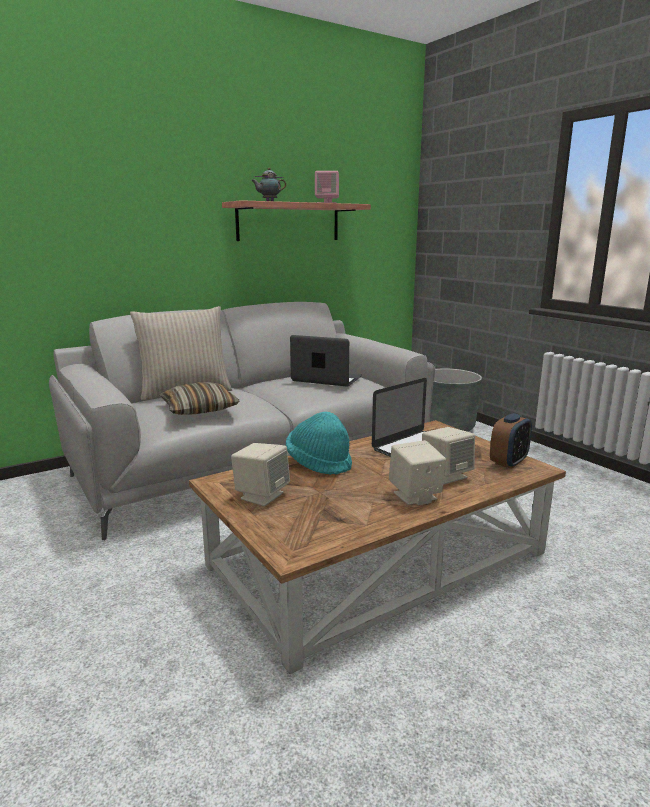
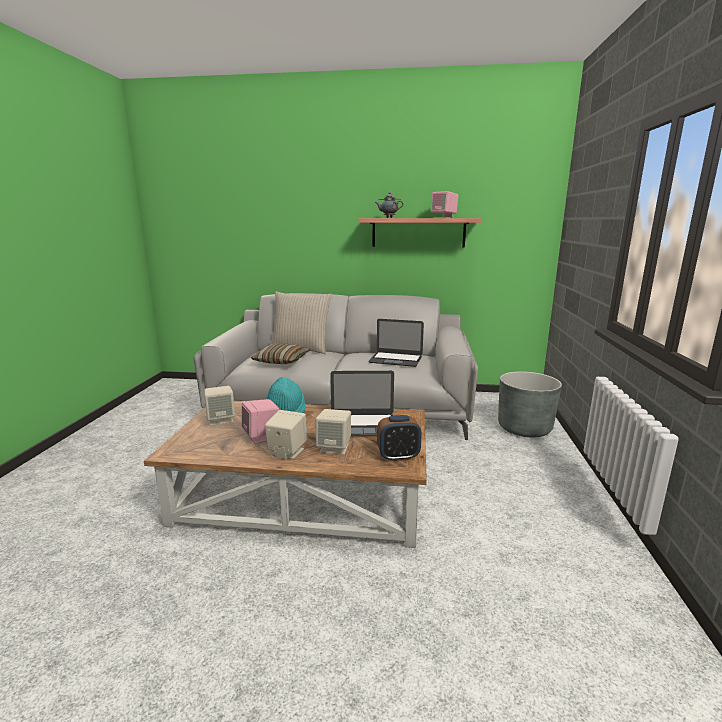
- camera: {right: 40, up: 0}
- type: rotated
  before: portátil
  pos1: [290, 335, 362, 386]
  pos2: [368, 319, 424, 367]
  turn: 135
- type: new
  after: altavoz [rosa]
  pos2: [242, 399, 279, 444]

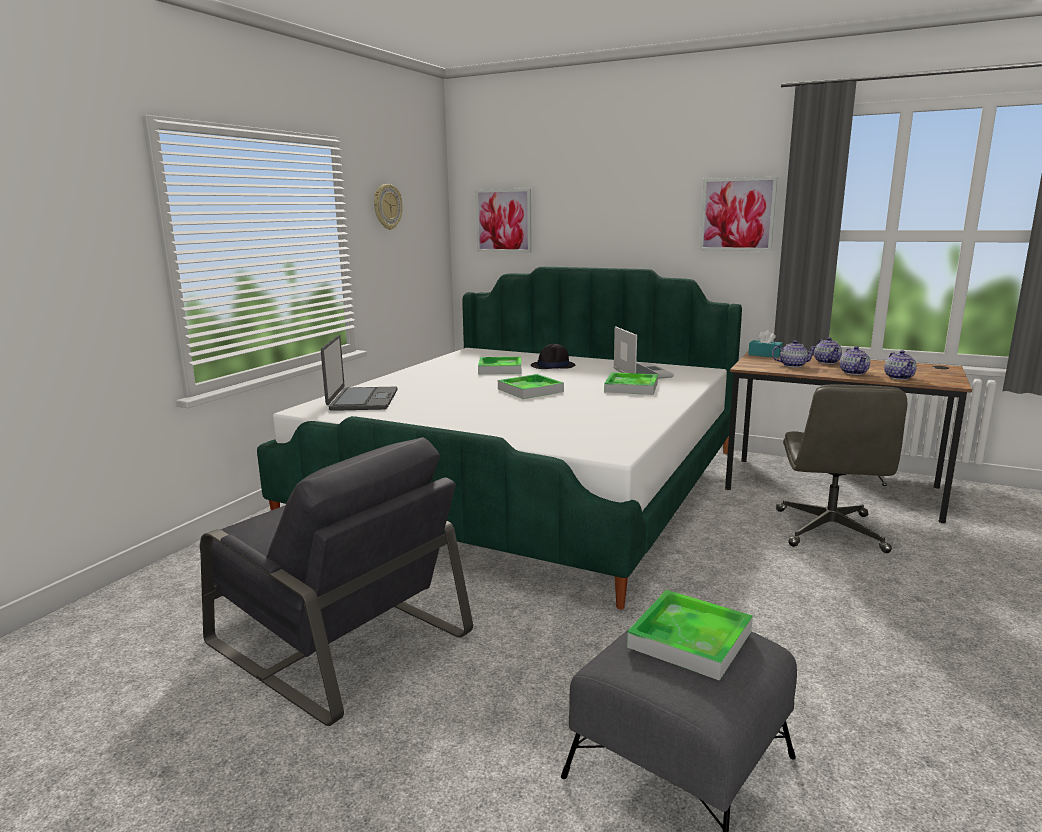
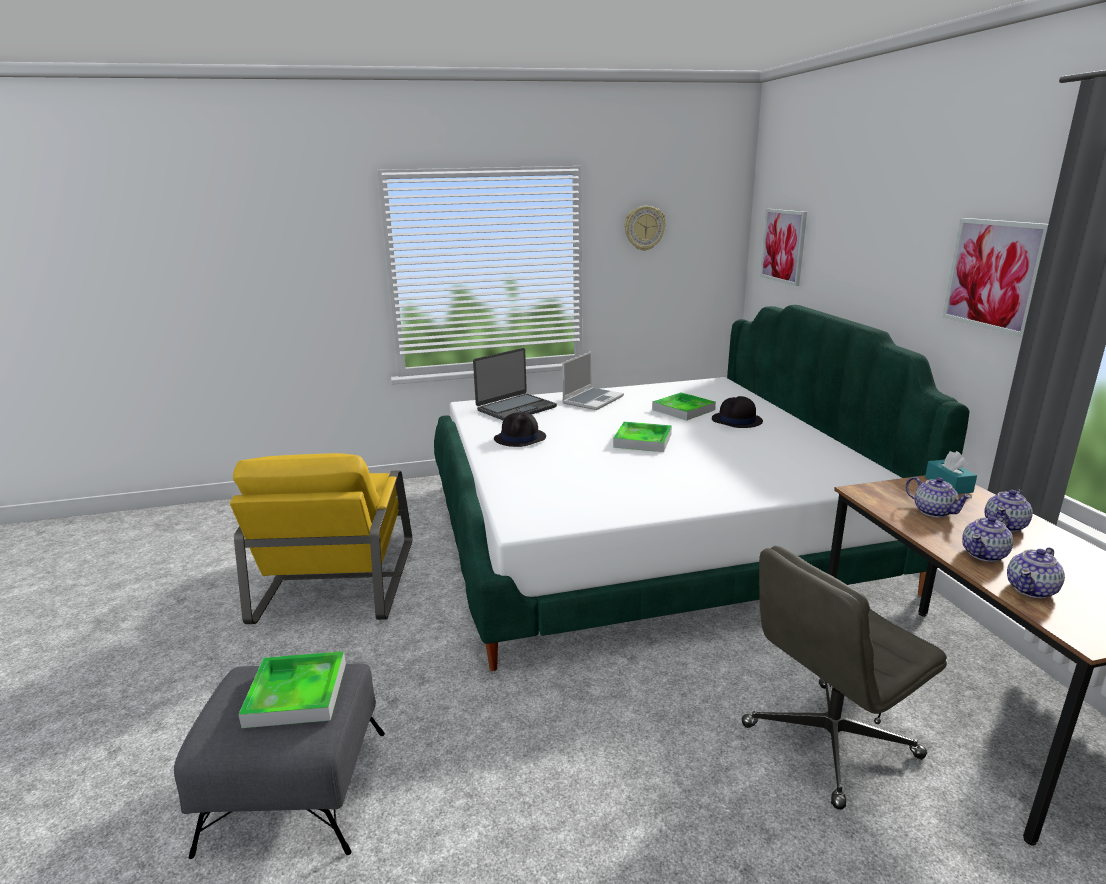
- camera: {right: 50, up: 5}
- type: shifted
  before: portátil
  pos1: [613, 326, 674, 379]
  pos2: [562, 351, 624, 410]
- type: gone
  before: bandeja
  pos1: [604, 372, 658, 395]
- type: repainted
  before: sillón [gris]
  after: sillón [amarillo]
  pos1: [200, 438, 473, 726]
  pos2: [230, 453, 412, 624]
- type: new
  after: sombrero [negro]
  pos2: [494, 412, 546, 447]

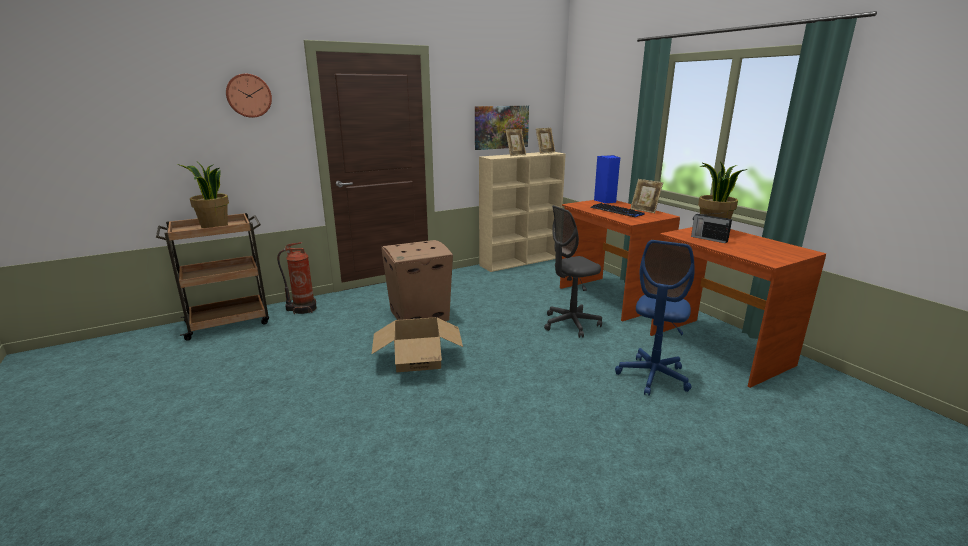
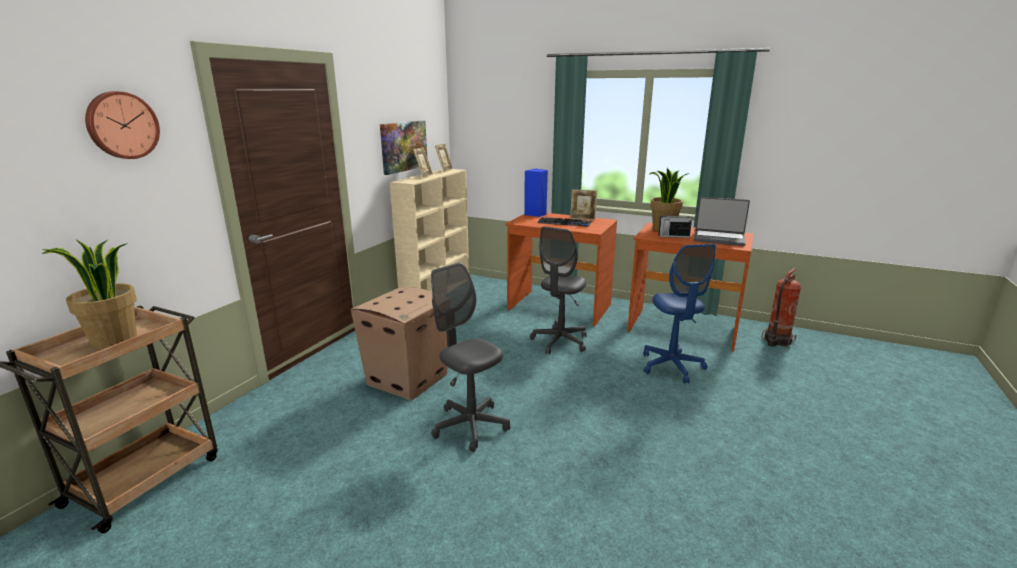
- camera: {right: -35, up: 0}
- type: shifted
  before: extintor
  pos1: [277, 242, 317, 314]
  pos2: [762, 268, 801, 347]
- type: swapped
  before: caja de cartón
  after: silla de oficina [gris]
  pos1: [372, 317, 463, 372]
  pos2: [431, 263, 510, 452]
- type: new
  after: portátil
  pos2: [694, 197, 750, 246]

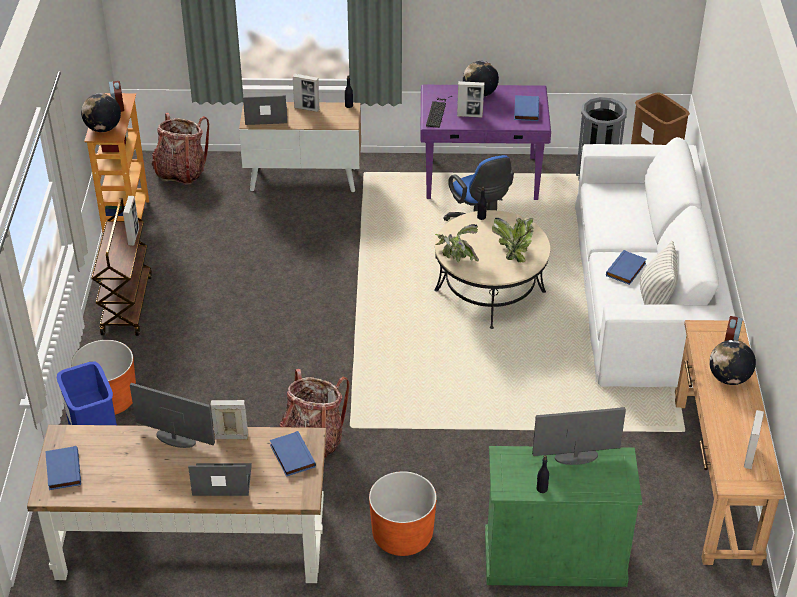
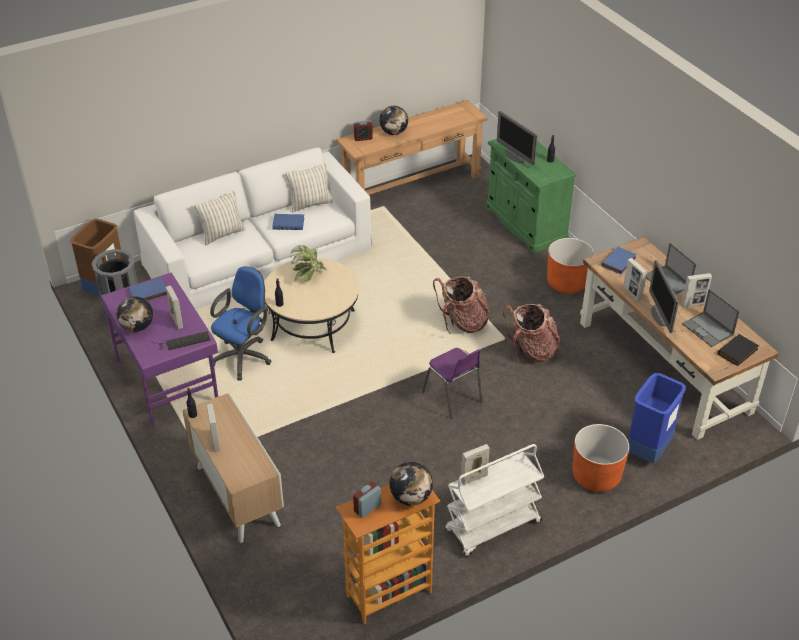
- camera: {right: -120, up: 0}
- type: shifted
  before: portátil
  pos1: [243, 95, 287, 125]
  pos2: [682, 289, 740, 347]
- type: shifted
  before: mochila
  pos1: [152, 113, 209, 185]
  pos2: [433, 276, 489, 334]
- type: repainted
  before: carrito [marrón]
  after: carrito [blanco]
  pos1: [91, 198, 152, 336]
  pos2: [445, 444, 544, 557]
- type: gone
  before: planta en maceta
  pos1: [435, 224, 479, 263]
- type: shifted
  before: portarretratos
  pos1: [744, 410, 764, 469]
  pos2: [681, 273, 712, 307]
- type: repainted
  before: libro [azul]
  after: libro [negro]
  pos1: [45, 446, 81, 490]
  pos2: [718, 334, 759, 366]
- type: new
  after: cojín
  pos2: [195, 191, 245, 245]
- type: new
  after: silla [morado]
  pos2: [422, 348, 482, 419]

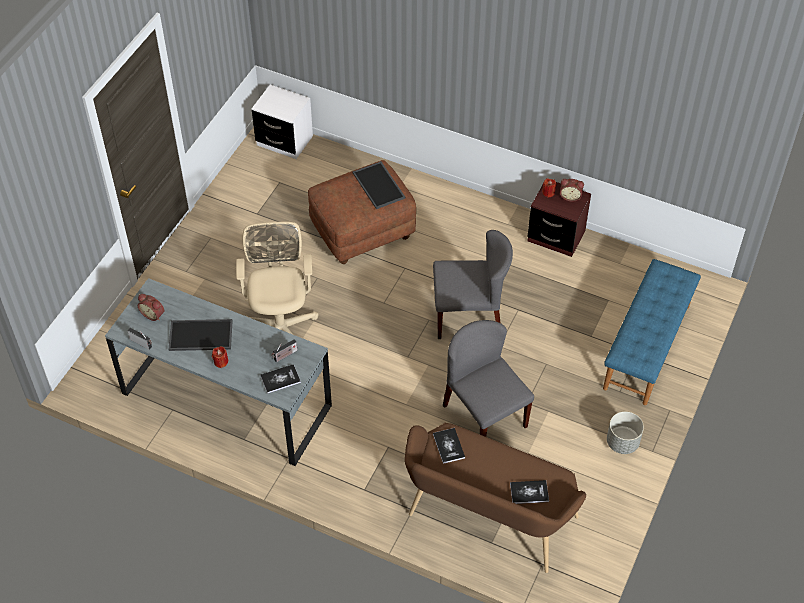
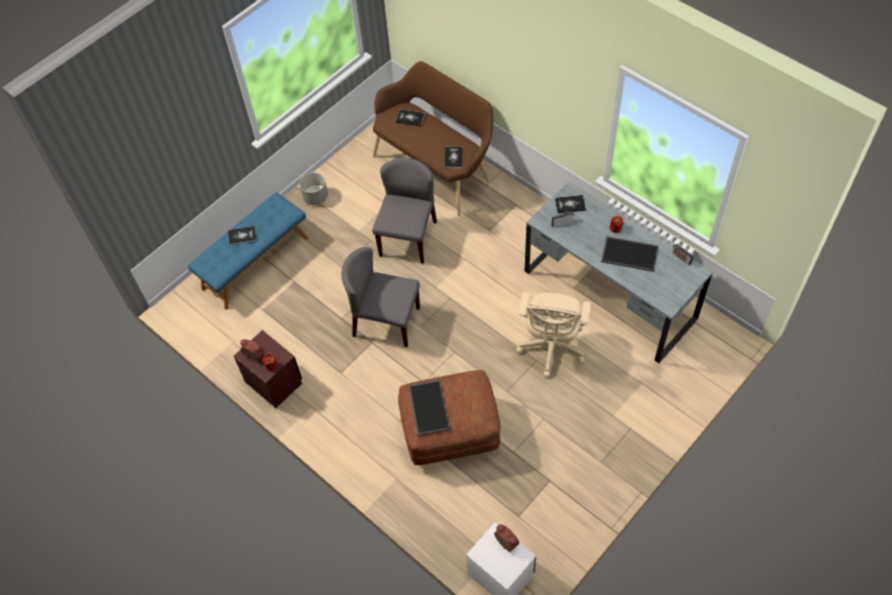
- camera: {right: -160, up: 5}
- type: shifted
  before: despertador
  pos1: [138, 294, 164, 321]
  pos2: [494, 524, 519, 552]
- type: rotated
  before: silla [gris]
  pos1: [443, 320, 534, 437]
  pos2: [372, 158, 437, 264]
  turn: -150
- type: new
  after: libro
  pos2: [228, 226, 257, 246]

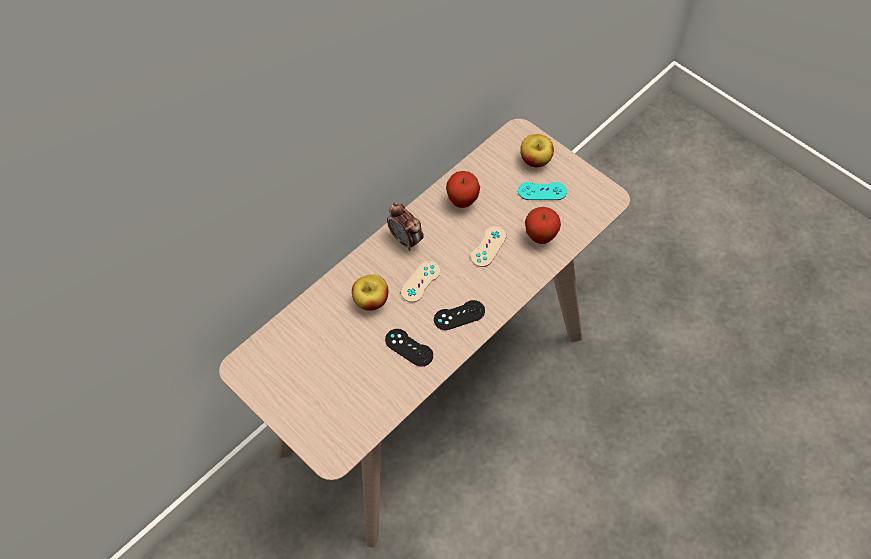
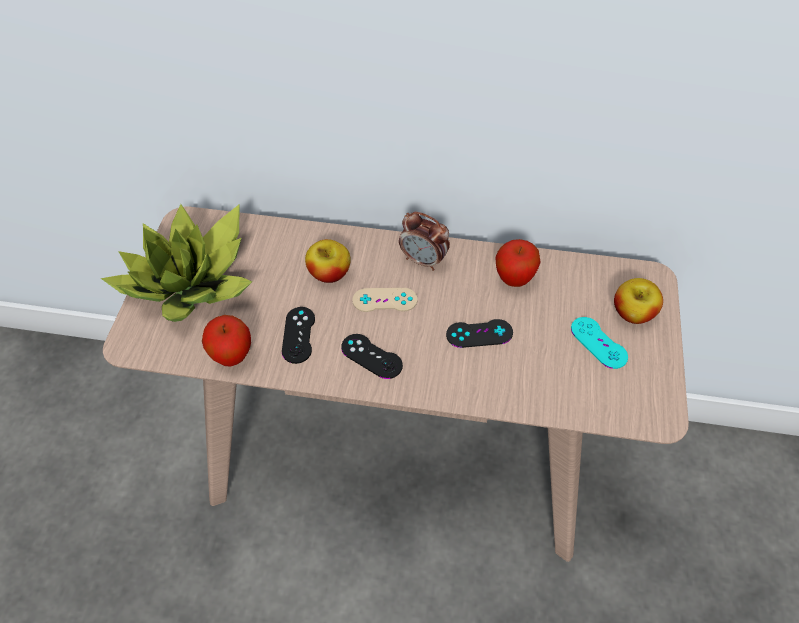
- camera: {right: 55, up: -5}
- type: rotated
  before: despertador
  pos1: [387, 203, 424, 251]
  pos2: [399, 212, 450, 271]
  turn: -75
- type: shifted
  before: manzana
  pos1: [525, 207, 561, 244]
  pos2: [202, 315, 251, 366]
- type: repainted
  before: mando de consola [beis]
  after: mando de consola [negro]
  pos1: [471, 226, 506, 267]
  pos2: [446, 319, 513, 348]
- type: new
  after: planta en maceta
  pos2: [101, 204, 252, 322]

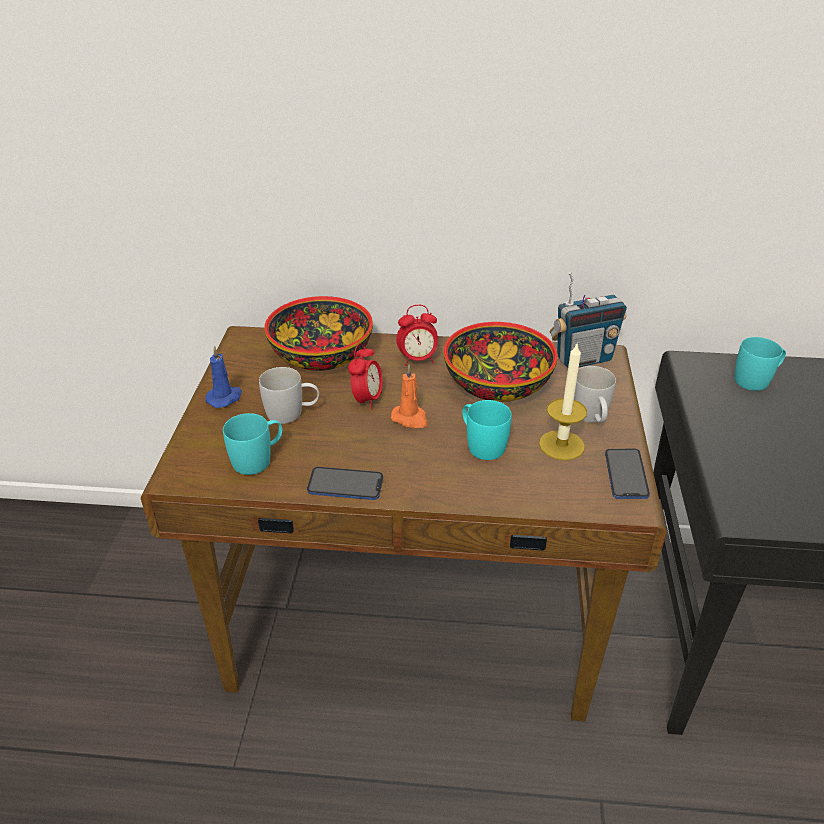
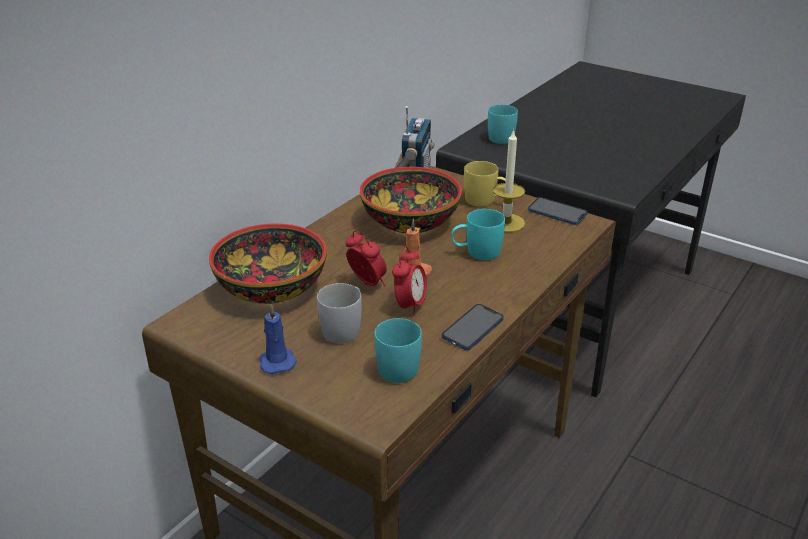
- camera: {right: -60, up: -5}
- type: shifted
  before: despertador
  pos1: [396, 305, 438, 366]
  pos2: [392, 246, 427, 316]
- type: repainted
  before: taza grande [blanco]
  after: taza grande [amarillo]
  pos1: [574, 366, 616, 423]
  pos2: [464, 161, 506, 207]

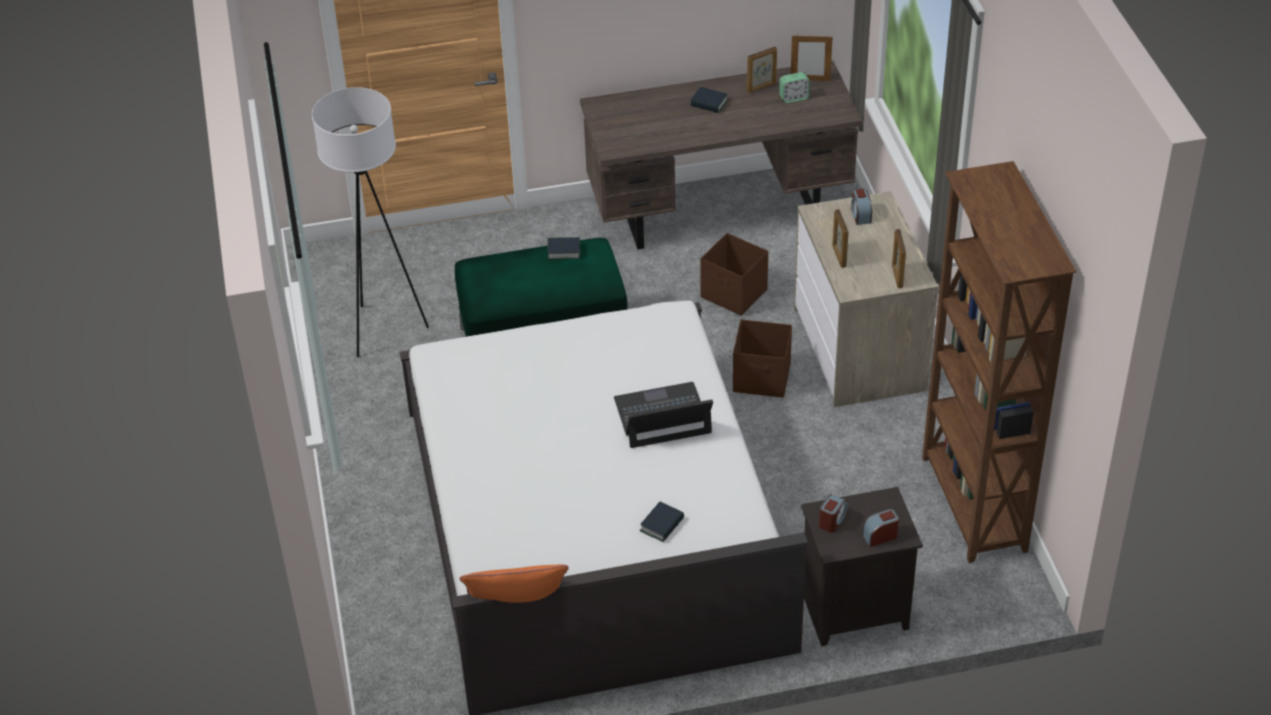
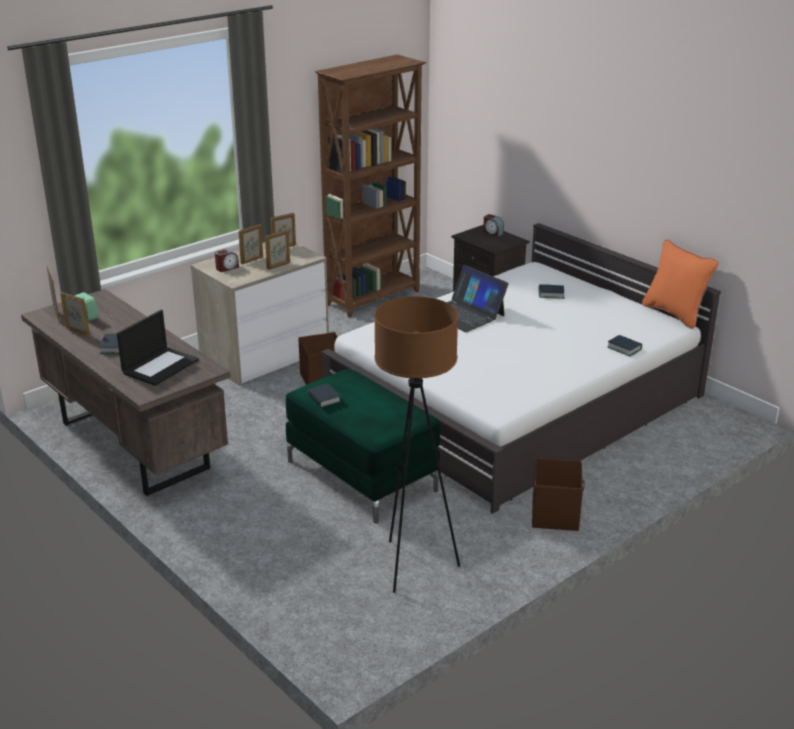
- camera: {right: -120, up: -15}
- type: repainted
  before: lámpara de pie [blanco]
  after: lámpara de pie [marrón]
  pos1: [312, 87, 429, 357]
  pos2: [374, 296, 460, 593]
- type: shifted
  before: caja de almacenaje [marrón]
  pos1: [700, 233, 768, 316]
  pos2: [532, 458, 585, 531]
- type: gone
  before: despertador
  pos1: [819, 494, 848, 533]
- type: new
  after: portarretratos
  pos2: [239, 224, 263, 264]
- type: new
  after: portátil
  pos2: [117, 310, 199, 386]
- type: new
  after: libro
  pos2: [607, 335, 642, 356]

